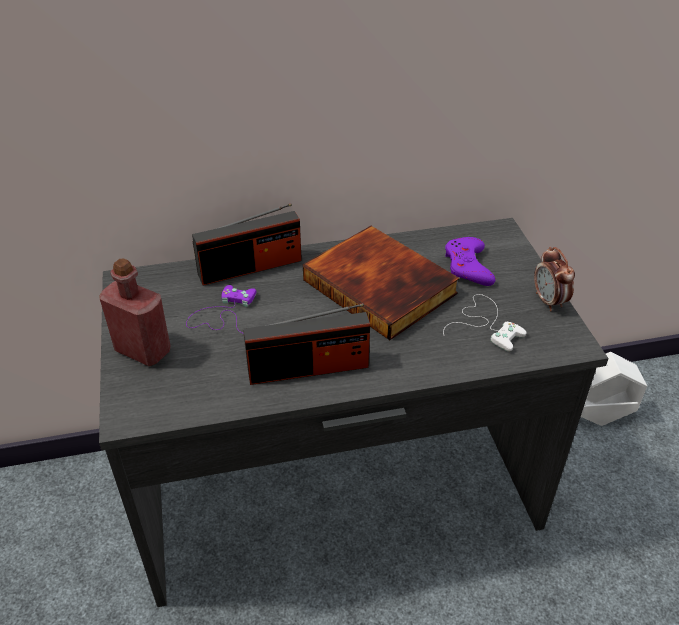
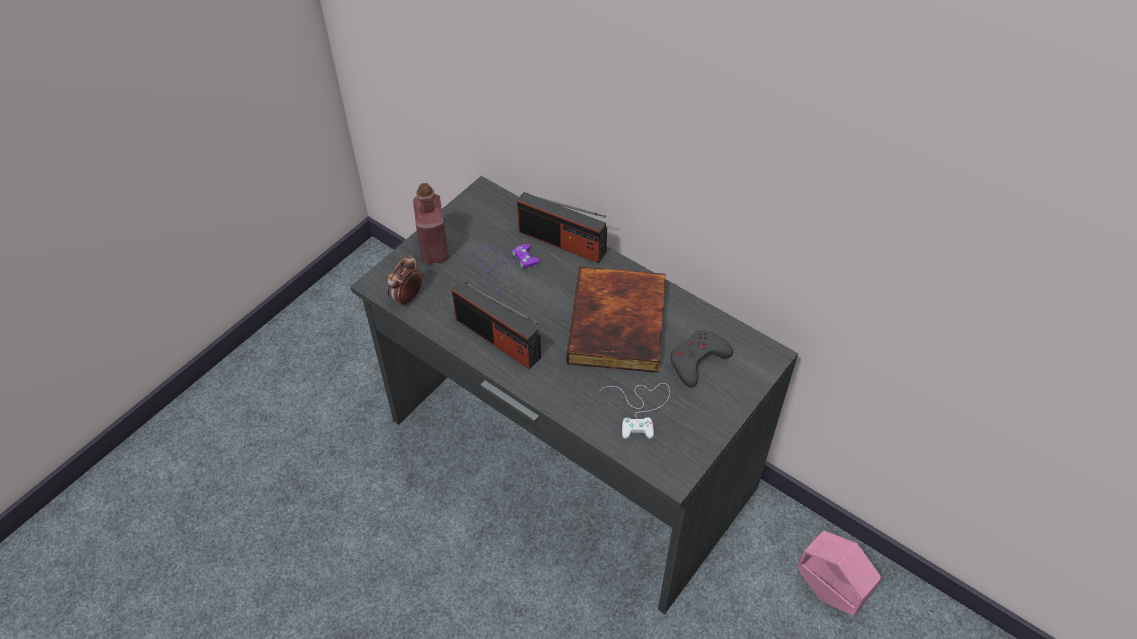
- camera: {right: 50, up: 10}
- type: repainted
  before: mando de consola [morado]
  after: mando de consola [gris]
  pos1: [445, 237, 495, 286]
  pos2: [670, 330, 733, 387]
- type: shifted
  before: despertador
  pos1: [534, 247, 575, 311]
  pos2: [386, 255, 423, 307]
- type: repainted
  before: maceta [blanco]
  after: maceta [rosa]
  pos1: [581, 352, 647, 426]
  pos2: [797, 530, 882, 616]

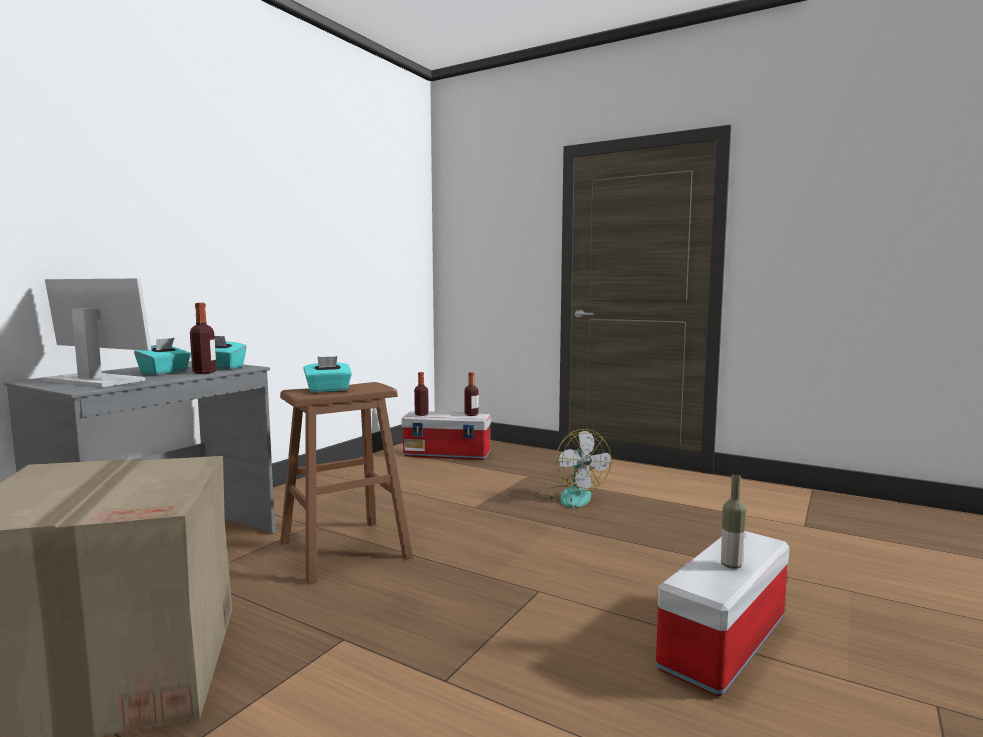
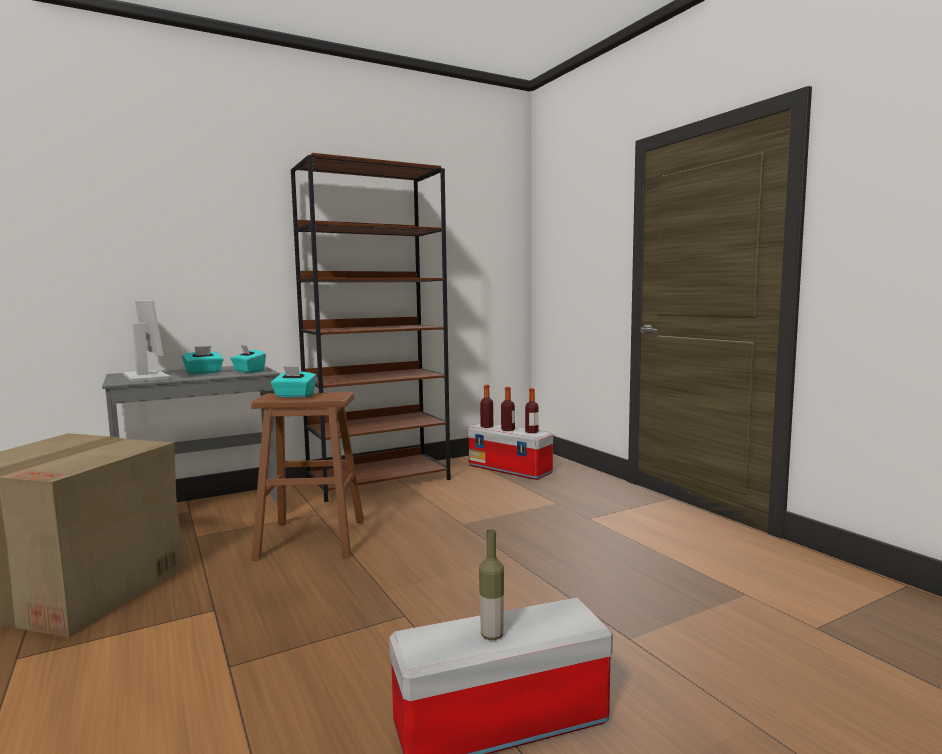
- camera: {right: 30, up: 0}
- type: shifted
  before: botella
  pos1: [190, 303, 217, 374]
  pos2: [501, 387, 515, 431]
- type: gone
  before: ventilador
  pos1: [534, 429, 612, 508]
- type: new
  after: estantería [marrón]
  pos2: [291, 153, 451, 502]

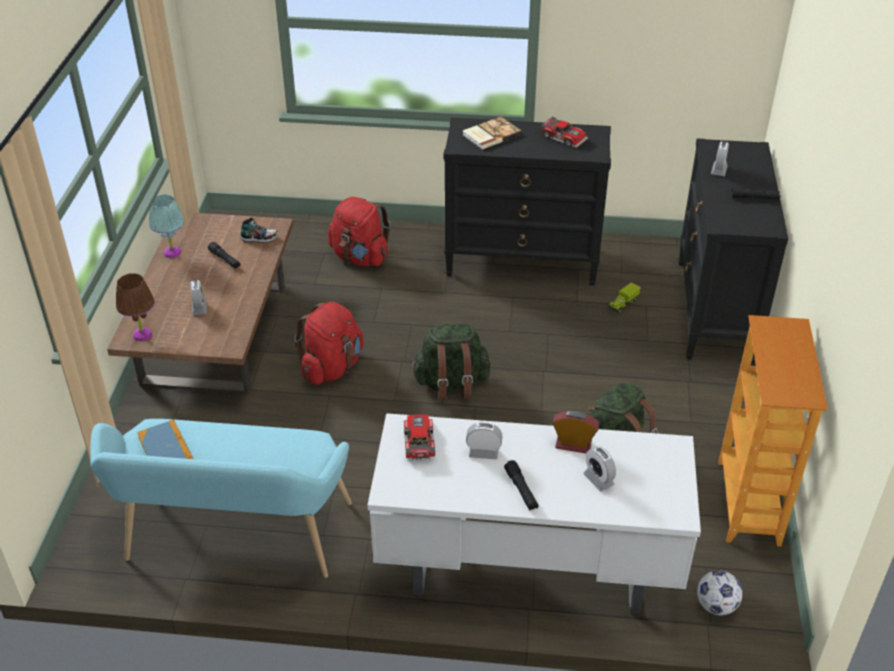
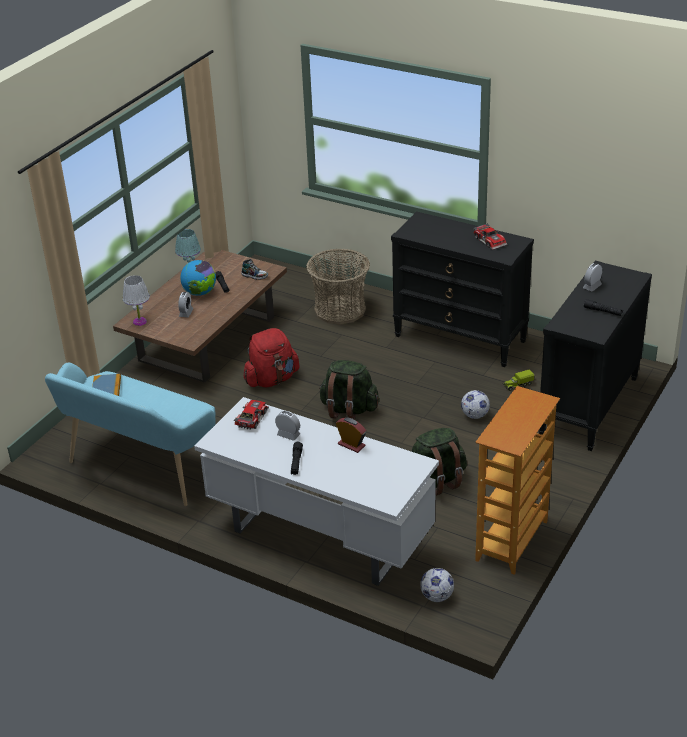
- camera: {right: 25, up: -5}
- type: gone
  before: libro
  pos1: [463, 117, 522, 150]
- type: swapped
  before: mochila [rojo]
  after: cesta
  pos1: [328, 197, 390, 266]
  pos2: [306, 248, 370, 325]
- type: repainted
  before: lámpara de mesa [marrón]
  after: lámpara de mesa [blanco]
  pos1: [116, 273, 155, 341]
  pos2: [123, 275, 150, 326]
- type: gone
  before: despertador
  pos1: [583, 446, 616, 491]
- type: new
  after: globo terráqueo
  pos2: [180, 260, 216, 296]
- type: new
  after: balón de fútbol
  pos2: [461, 390, 490, 419]

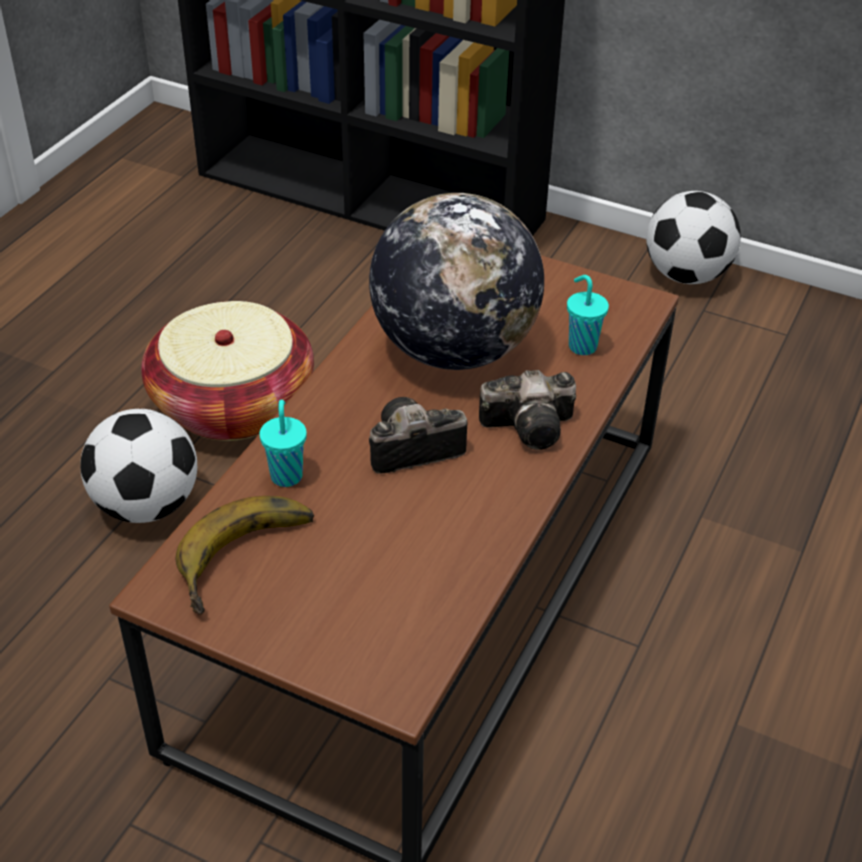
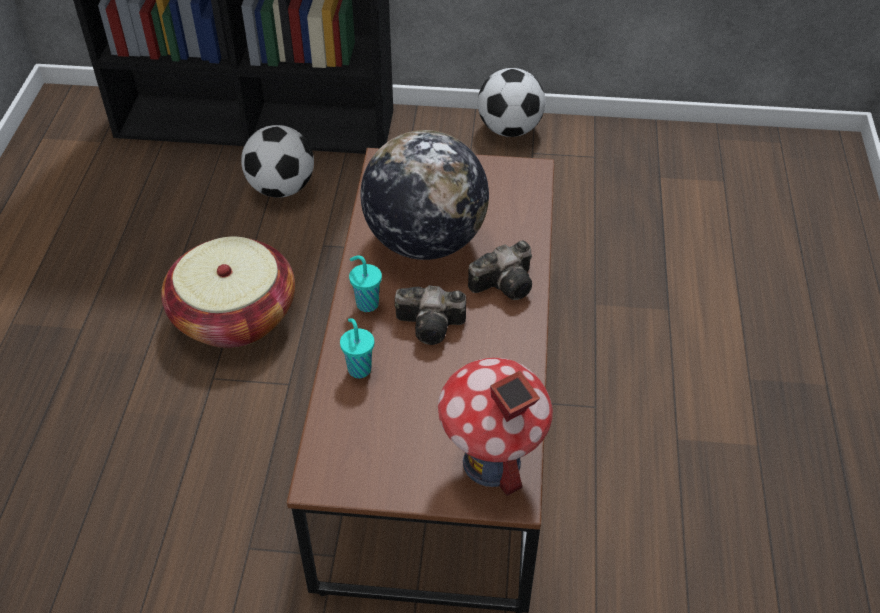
- camera: {right: -20, up: 5}
- type: shifted
  before: taza [turquesa]
  pos1: [567, 275, 609, 355]
  pos2: [349, 255, 382, 312]
- type: rotated
  before: cámara
  pos1: [369, 397, 467, 474]
  pos2: [395, 285, 466, 345]
  turn: -135
- type: shifted
  before: balón de fútbol
  pos1: [80, 409, 197, 523]
  pos2: [241, 125, 314, 198]
- type: gone
  before: plátano
  pos1: [176, 496, 314, 615]
- type: new
  after: casita
  pos2: [438, 358, 553, 496]

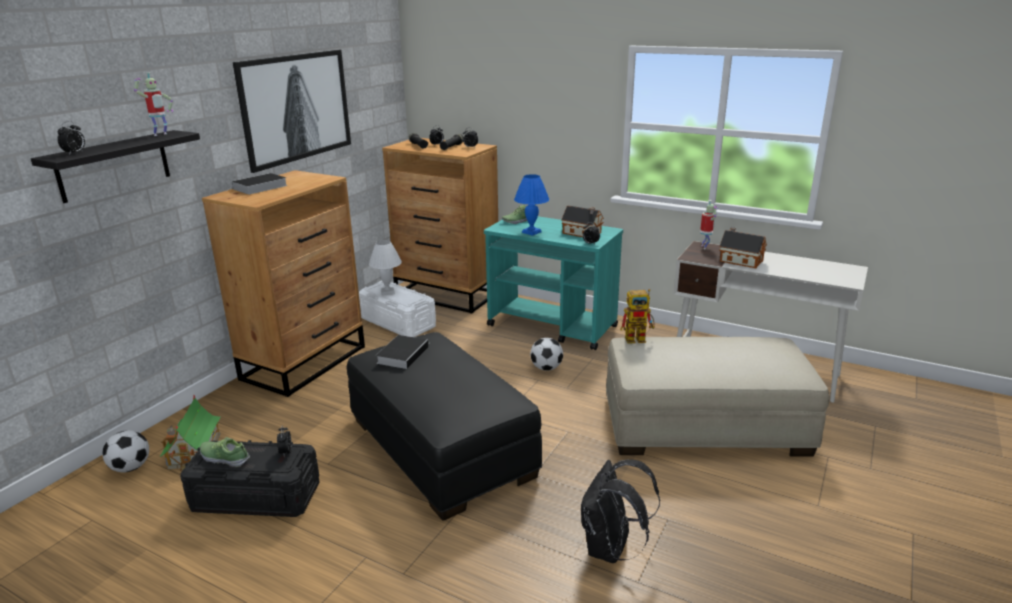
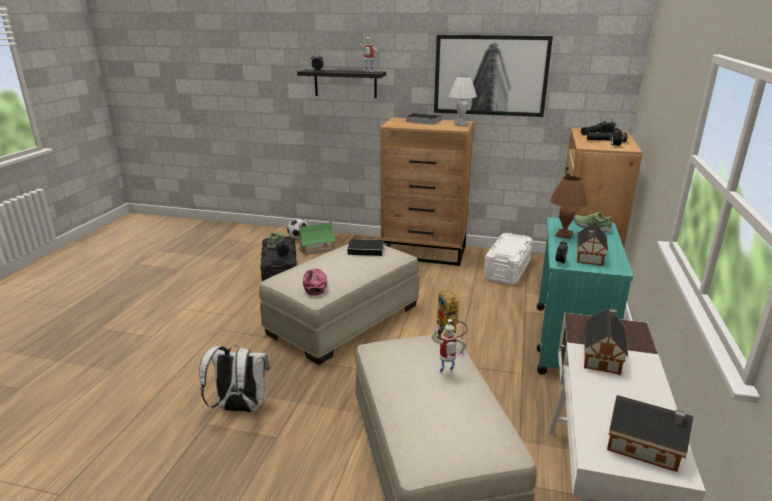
- camera: {right: 75, up: 0}
- type: repainted
  before: lámpara de mesa [azul]
  after: lámpara de mesa [marrón]
  pos1: [514, 174, 549, 236]
  pos2: [550, 176, 588, 239]
- type: shifted
  before: robot de juguete
  pos1: [700, 200, 718, 249]
  pos2: [431, 319, 466, 374]
- type: shifted
  before: lámpara de mesa [blanco]
  pos1: [369, 240, 402, 296]
  pos2: [449, 76, 477, 125]
- type: repainted
  before: puf [negro]
  after: puf [beis]
  pos1: [347, 332, 542, 521]
  pos2: [259, 244, 419, 365]
- type: gone
  before: balón de fútbol
  pos1: [530, 338, 563, 371]
- type: repainted
  before: mochila [negro]
  after: mochila [blanco]
  pos1: [581, 460, 660, 563]
  pos2: [199, 345, 270, 412]
- type: new
  after: gorra
  pos2: [303, 268, 327, 296]
- type: new
  after: casita
  pos2: [607, 395, 693, 472]

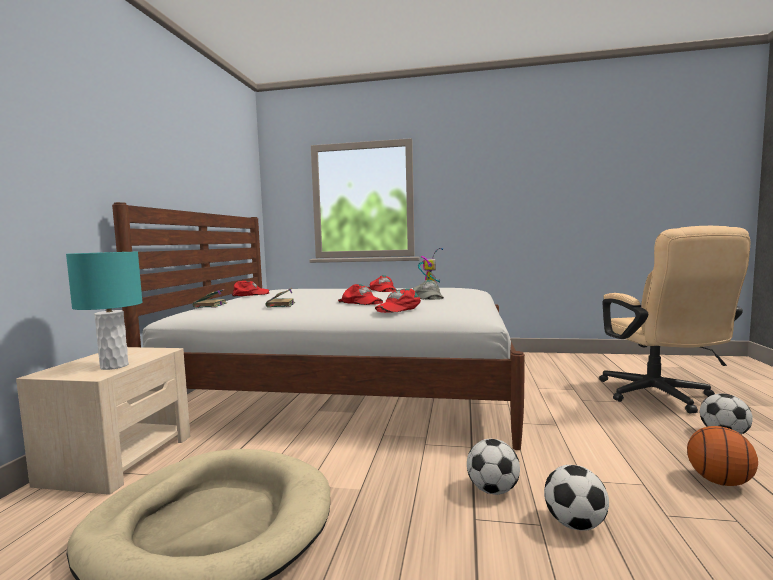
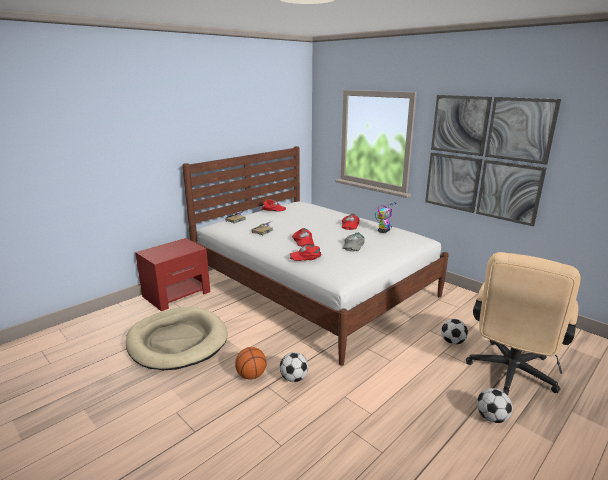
- camera: {right: 35, up: 15}
- type: gone
  before: lámpara de mesa [turquesa]
  pos1: [66, 252, 143, 370]
- type: repainted
  before: mesita de noche [beis]
  after: mesita de noche [rojo]
  pos1: [16, 347, 190, 495]
  pos2: [135, 238, 210, 311]
- type: shifted
  before: balón de baloncesto
  pos1: [687, 426, 758, 486]
  pos2: [235, 347, 267, 379]
- type: shifted
  before: balón de fútbol
  pos1: [544, 465, 609, 531]
  pos2: [441, 319, 468, 345]
- type: new
  after: cuadro
  pos2: [425, 95, 561, 226]

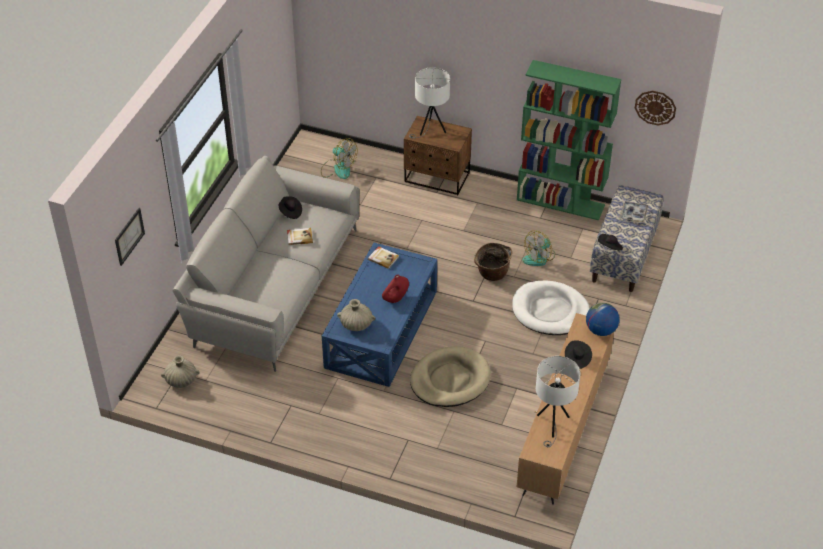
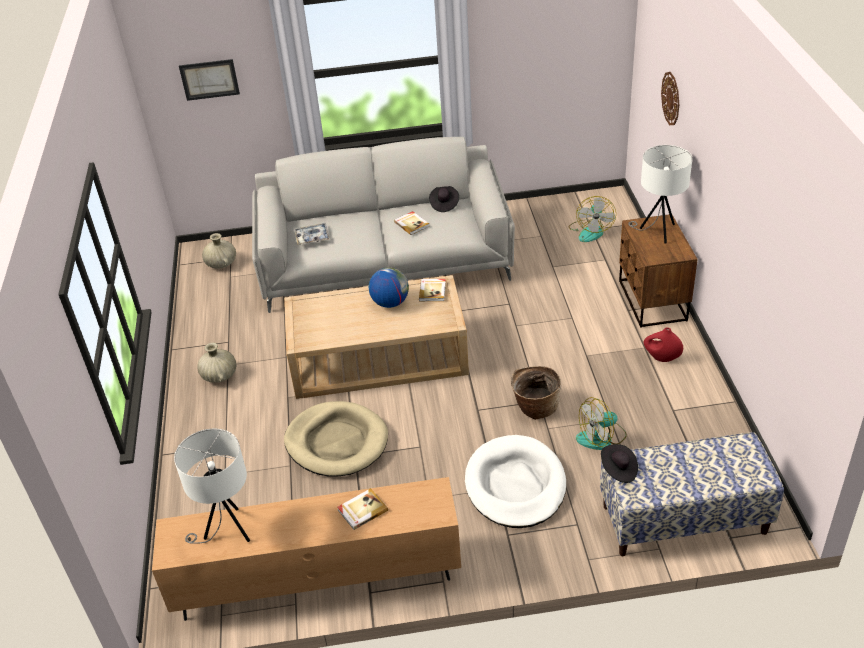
- camera: {right: 65, up: -5}
- type: gone
  before: estantería [verde]
  pos1: [517, 60, 621, 220]
- type: shifted
  before: reloj de pared
  pos1: [635, 91, 676, 126]
  pos2: [661, 72, 679, 125]
- type: shifted
  before: bandeja
  pos1: [620, 201, 649, 223]
  pos2: [295, 223, 330, 245]
- type: rotated
  before: ventilador
  pos1: [522, 231, 555, 266]
  pos2: [576, 397, 627, 450]
  turn: -45
- type: repainted
  before: mesa de centro [azul]
  after: mesa de centro [beis]
  pos1: [322, 243, 437, 387]
  pos2: [284, 275, 469, 399]
- type: shifted
  before: florero [rojo]
  pos1: [382, 275, 409, 303]
  pos2: [644, 327, 683, 362]
- type: shifted
  before: florero [beis]
  pos1: [337, 299, 375, 331]
  pos2: [197, 342, 236, 383]
- type: shifted
  before: globo terráqueo
  pos1: [586, 303, 620, 336]
  pos2: [369, 267, 409, 308]
- type: swapped
  before: sombrero [negro]
  after: libro
  pos1: [565, 340, 592, 369]
  pos2: [337, 488, 388, 530]

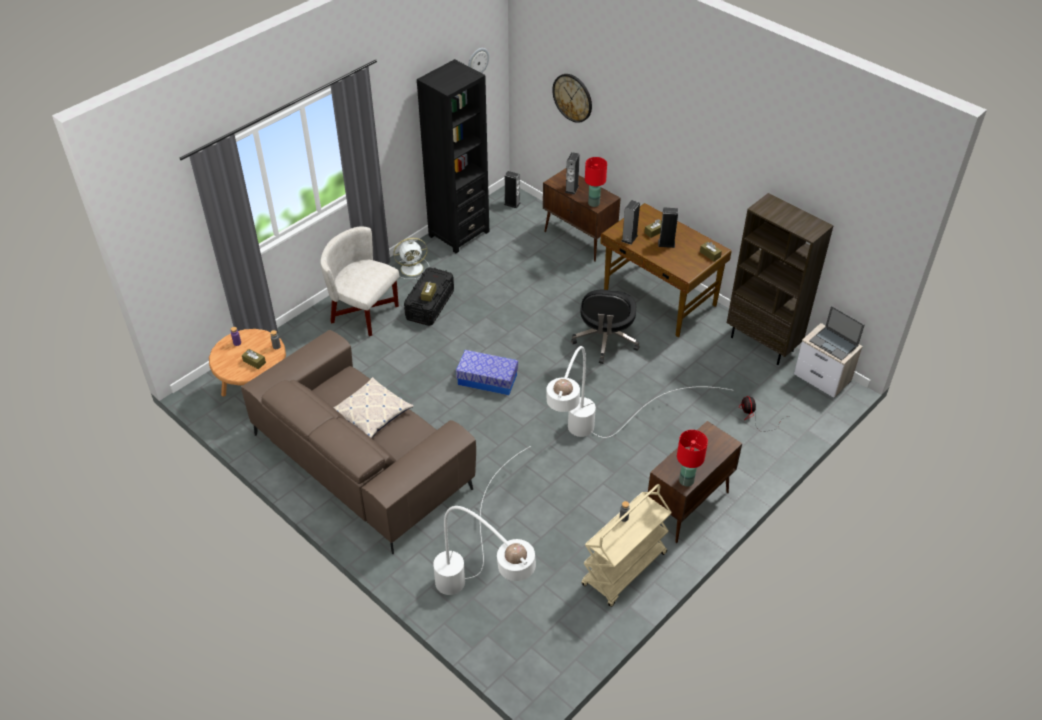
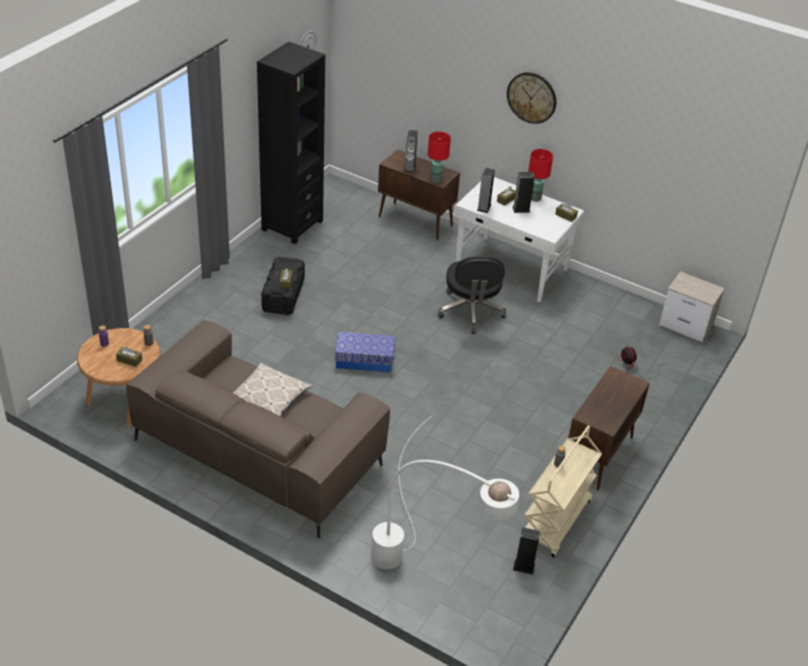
- camera: {right: -15, up: -5}
- type: shifted
  before: reloj de pared
  pos1: [552, 74, 592, 123]
  pos2: [507, 72, 556, 124]
- type: shifted
  before: altavoz
  pos1: [504, 171, 520, 208]
  pos2: [513, 527, 540, 574]
- type: gone
  before: estantería [marrón]
  pos1: [727, 193, 833, 365]
- type: repainted
  before: escritorio [marrón]
  after: escritorio [blanco]
  pos1: [600, 203, 732, 337]
  pos2: [454, 177, 584, 302]
- type: gone
  before: sillón [blanco]
  pos1: [320, 226, 399, 336]
- type: gone
  before: ventilador [blanco]
  pos1: [393, 238, 429, 279]
- type: gone
  before: portátil
  pos1: [809, 306, 864, 361]
- type: gone
  before: lámpara de pie [blanco]
  pos1: [546, 346, 734, 438]
- type: shifted
  before: lámpara de mesa [rojo]
  pos1: [677, 430, 708, 487]
  pos2: [528, 149, 553, 202]

